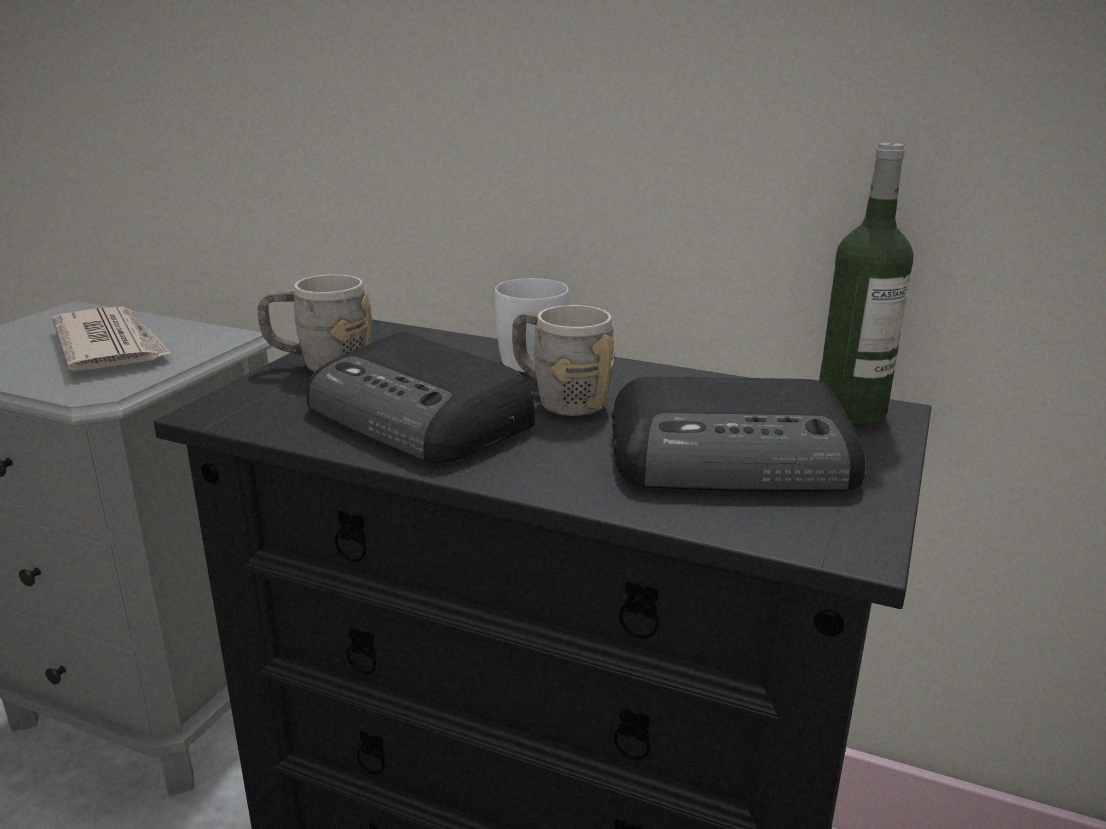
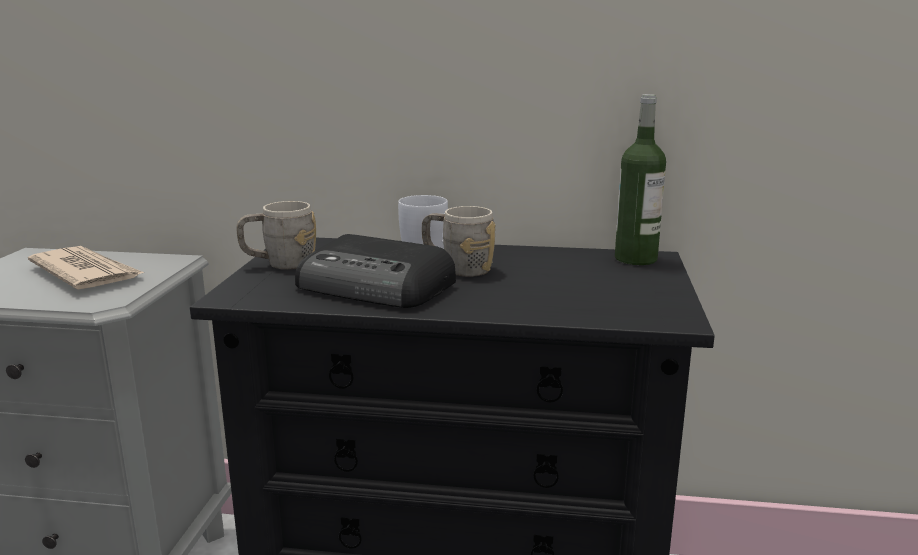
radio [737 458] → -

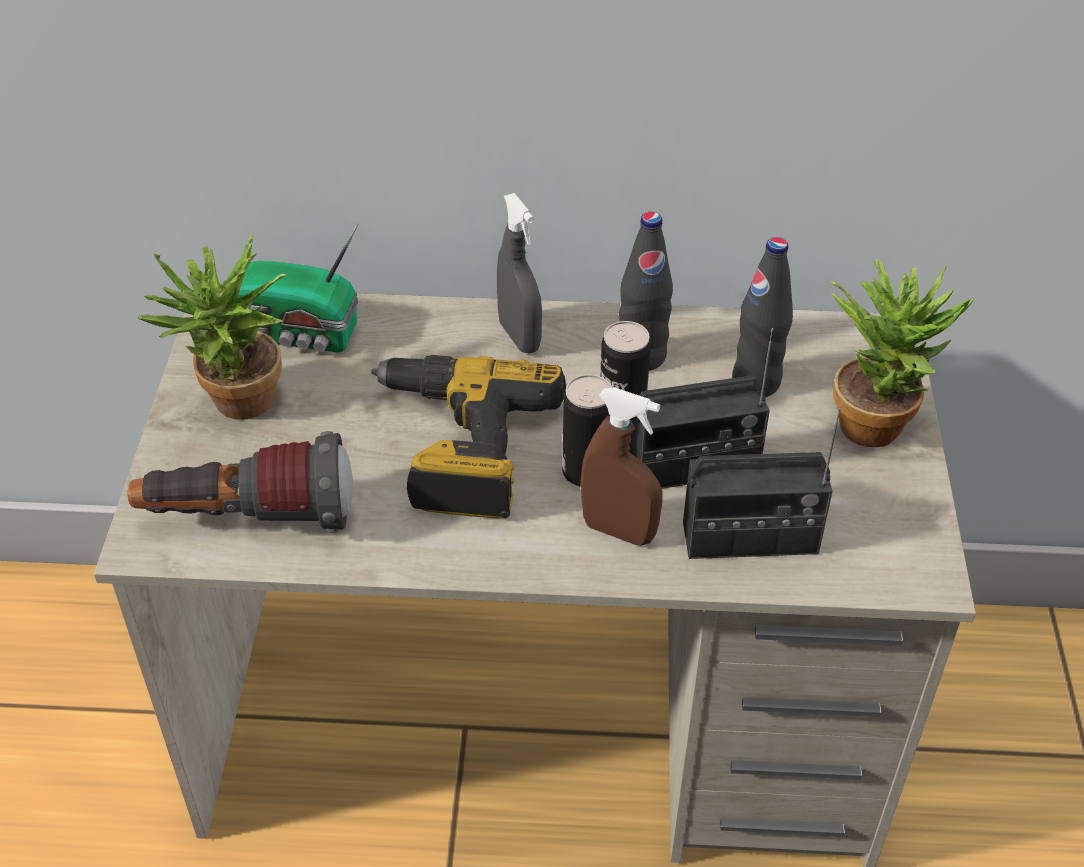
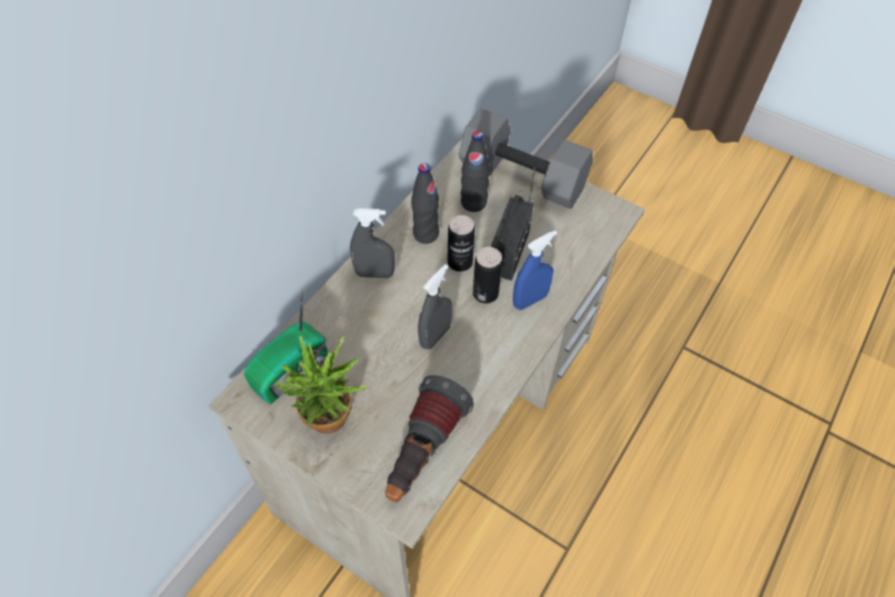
wiertarka [459 448] → spryskiwacz/szary [435 336]
spryskiwacz/brązowy [618 531] → spryskiwacz/niebieski [530 300]
radio [750 538] → -
roślina doniczkowa [877 419] → hantel/szary [524 177]

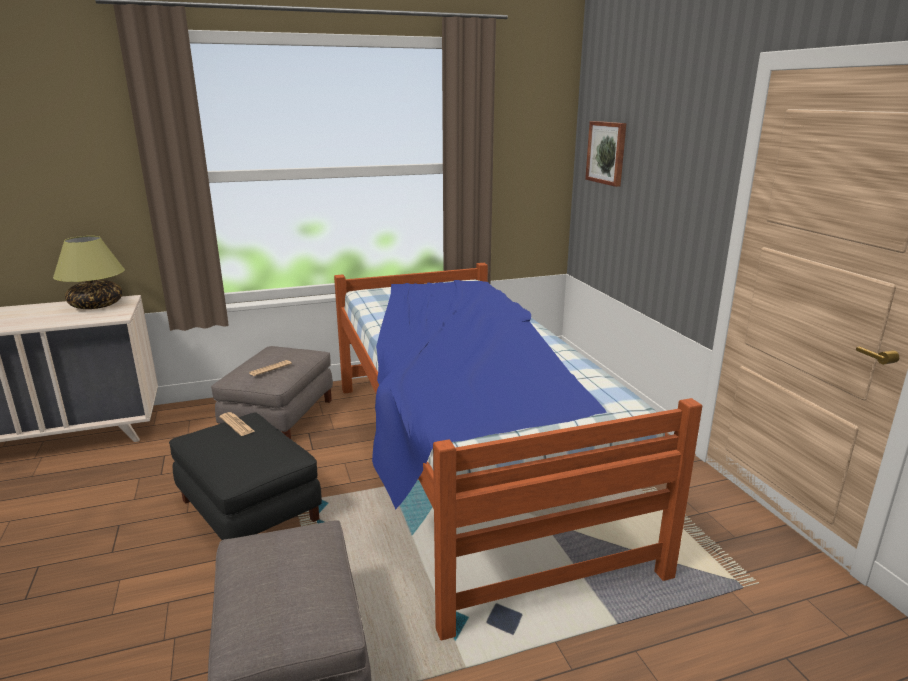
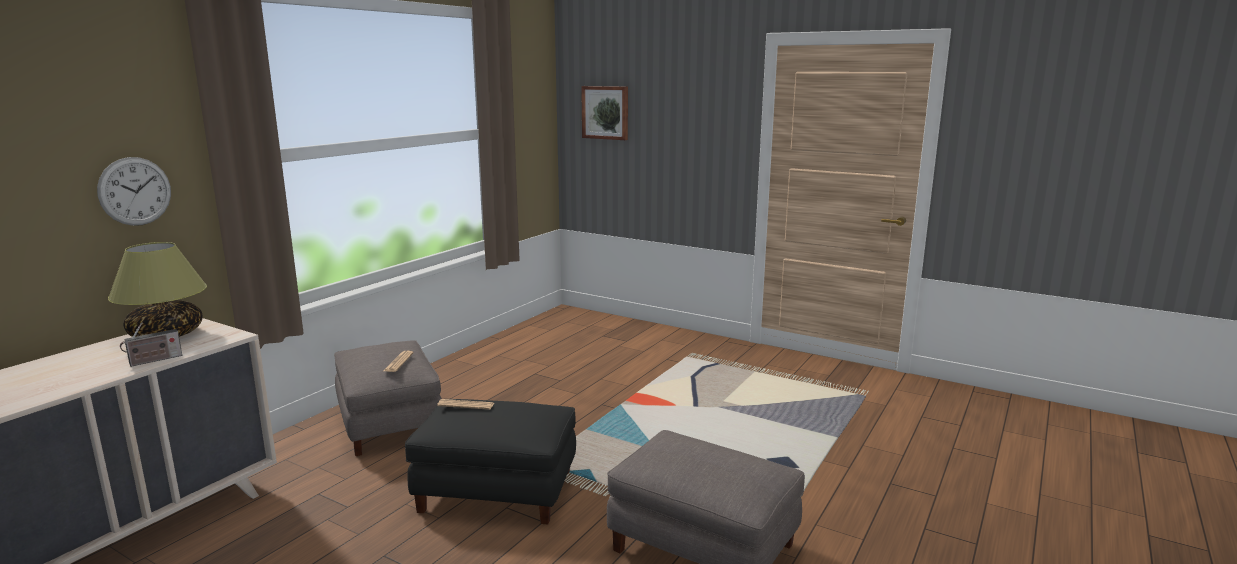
łóżko [466 462] → -
- → zegar ścienny [135 191]
- → radio [153 360]

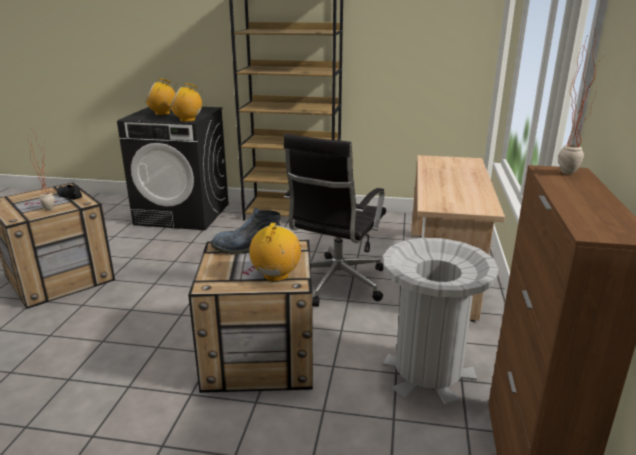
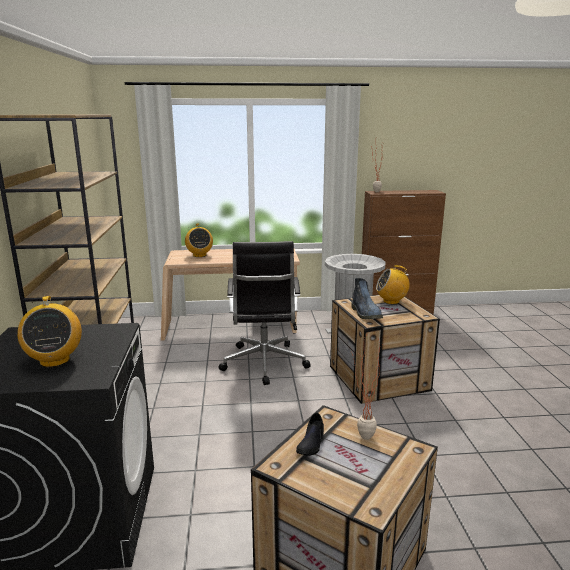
radio [188 120] → radio [199 255], shifted
krzesło biurowe/czarny [335 283] → krzesło biurowe/czarny [264 364], 75 degrees clockwise

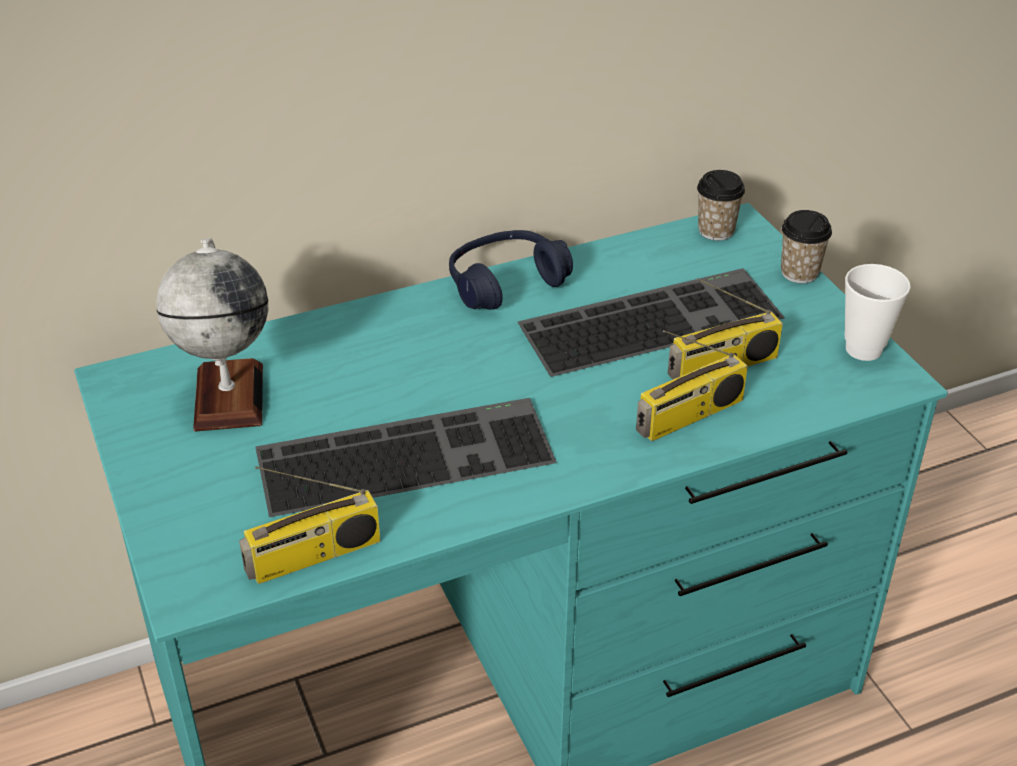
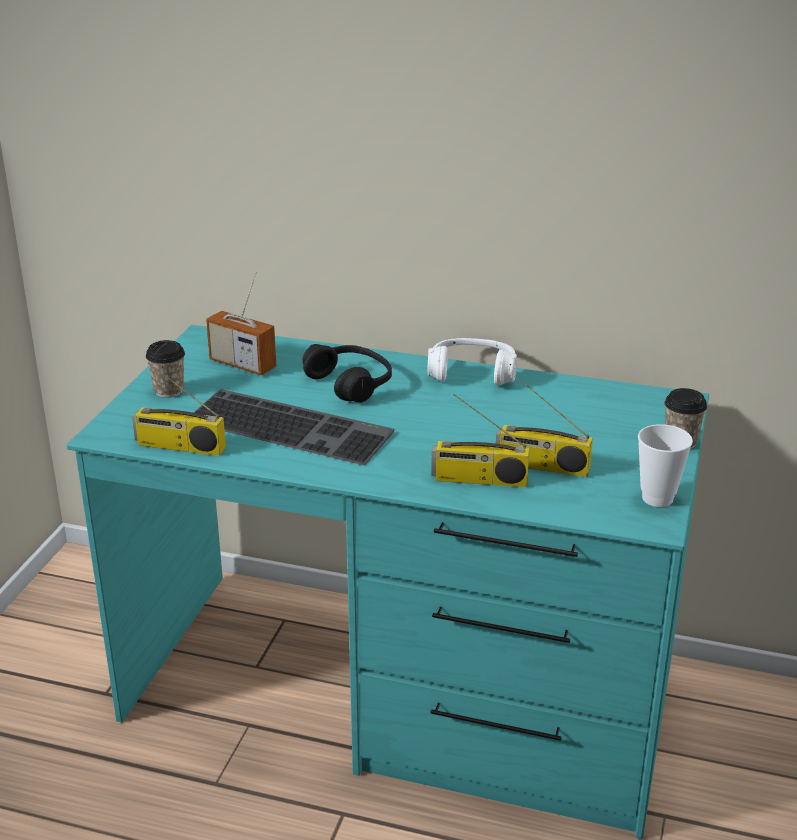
globus [228 396] → radio [242 364]
słuchawki/niebieski [506 283] → słuchawki/biały [472 373]
klawiatura [652 319] → -
filiżanka [716 231] → filiżanka [169 391], shifted
- → słuchawki/czarny [350 384]

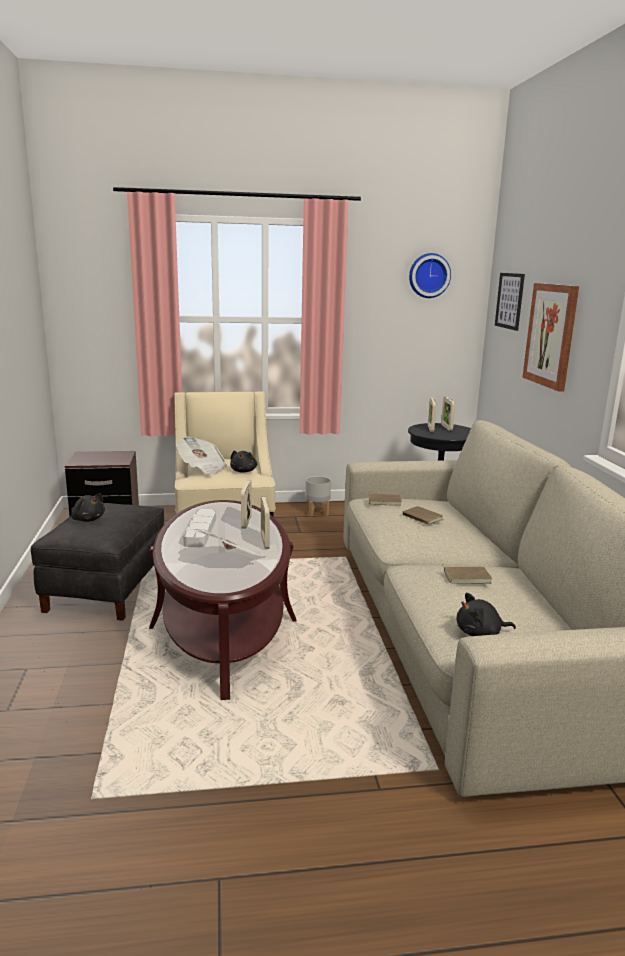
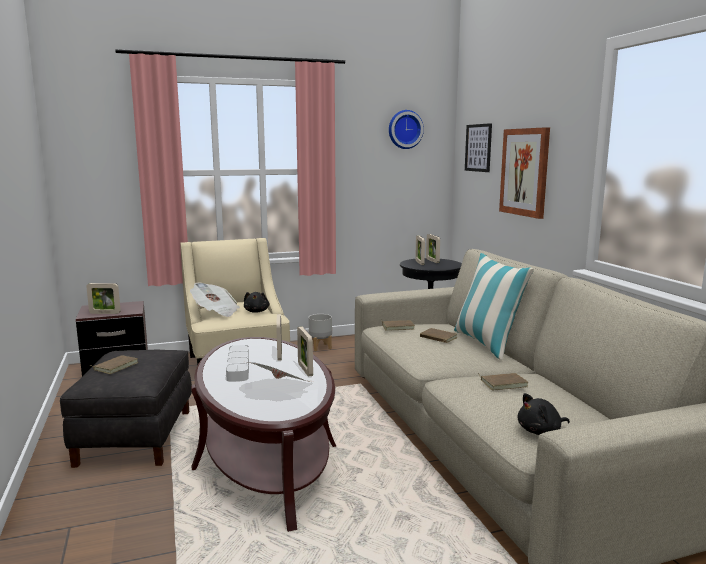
pluszak/czarny [88 519] → książka/brązowy [115 366]
- → ramka na zdjęcie [105 313]
- → poduszka [487 343]

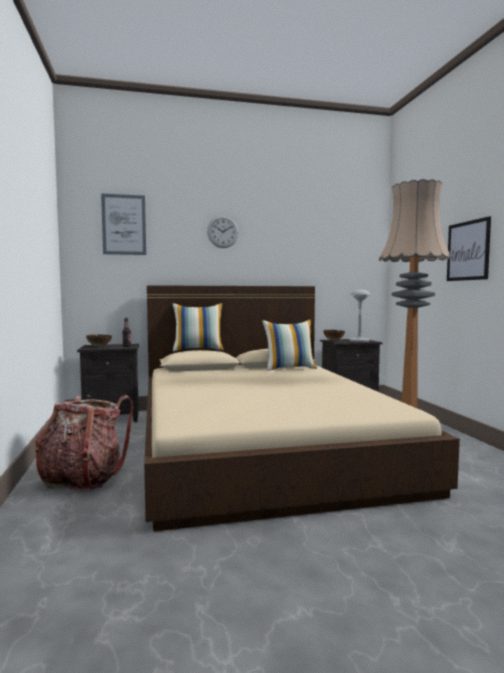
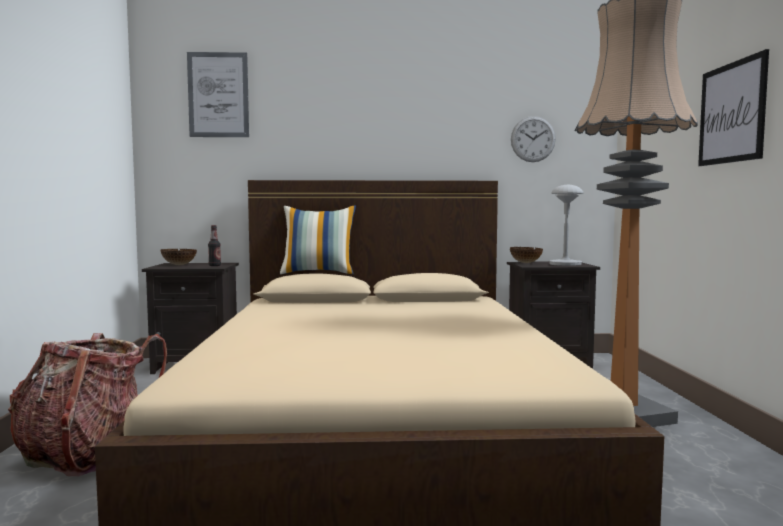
zegar ścienny [223 232] → zegar ścienny [533 139], shifted
poduszka [289 368] → -

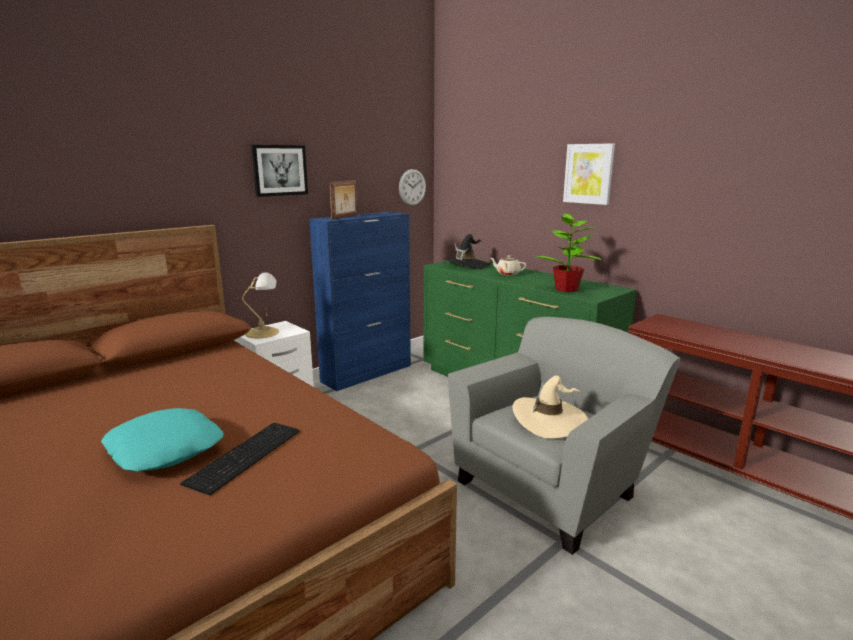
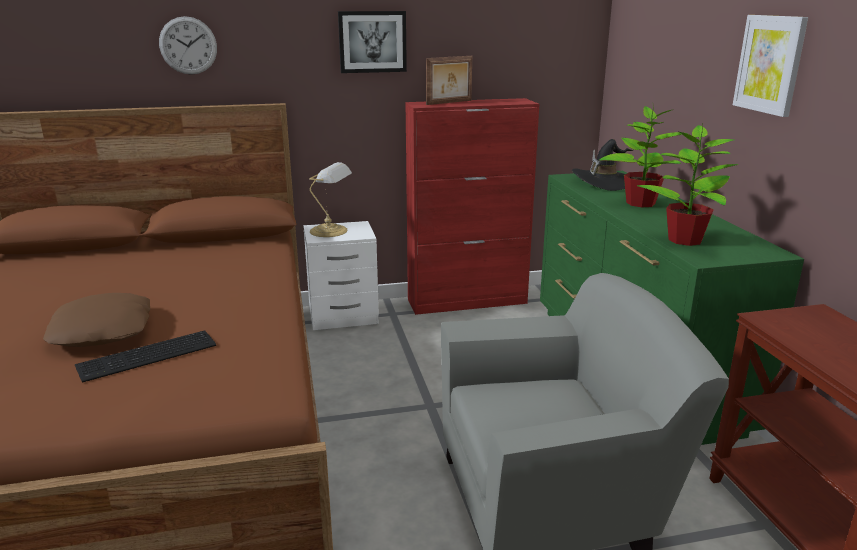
poduszka/turkusowy [166 448] → poduszka/brązowy [103 330]
szafka/niebieski [367 373] → szafka/czerwony [468 301]
zegar ścienny [412 187] → zegar ścienny [188 45], shifted
imbryk/beżowy [507 274] → roślina doniczkowa [640 203]
kapelusz/beżowy [550 420] → -

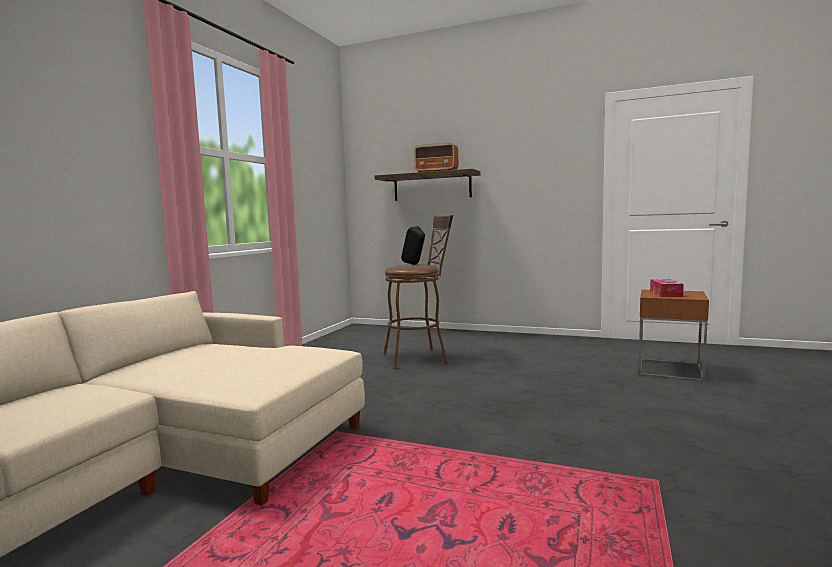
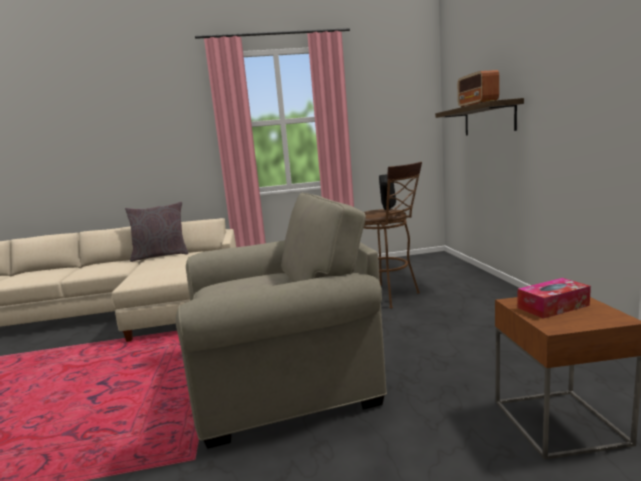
- → poduszka/szary [161 256]
- → fotel/beżowy [282 378]

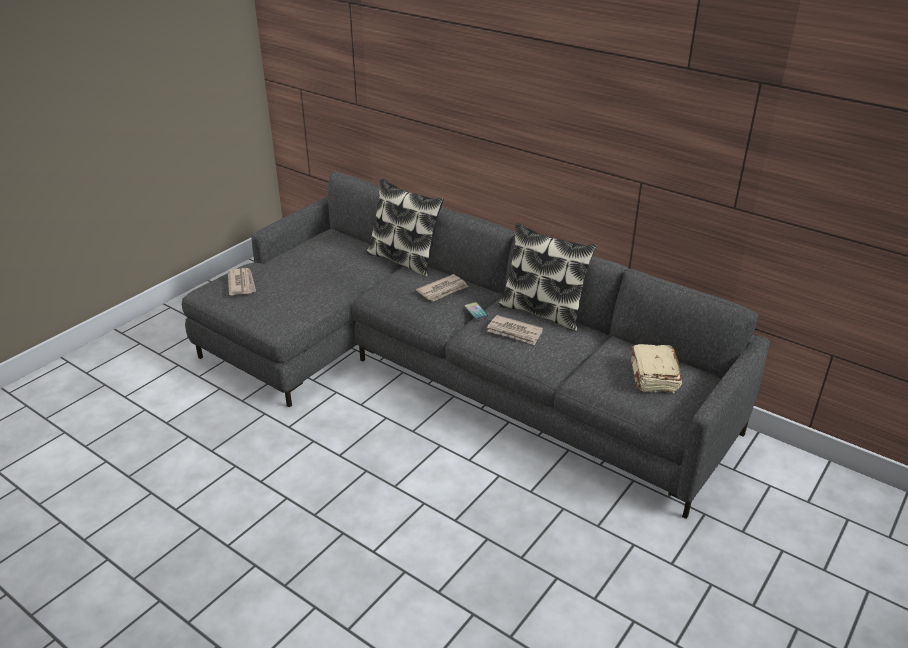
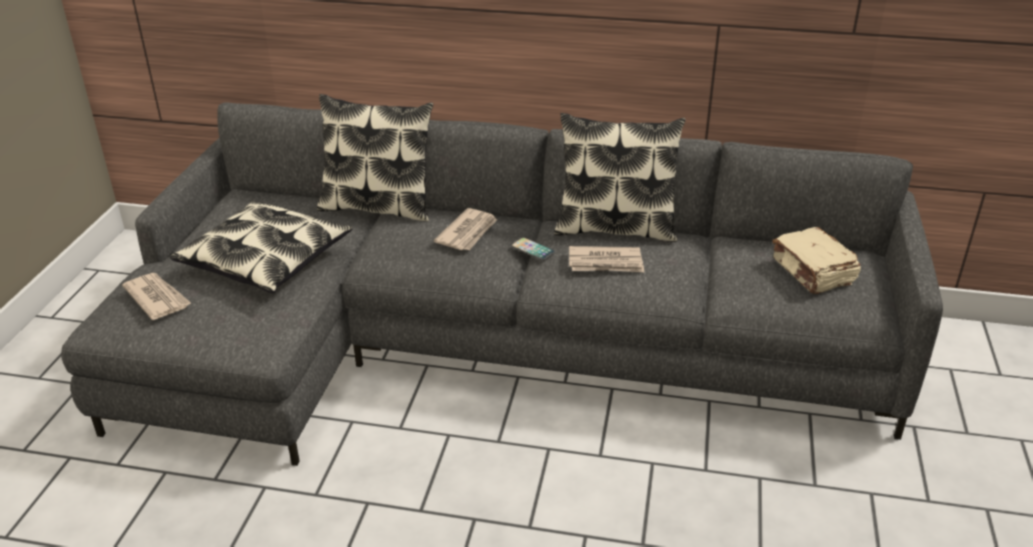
- → poduszka [266 259]

